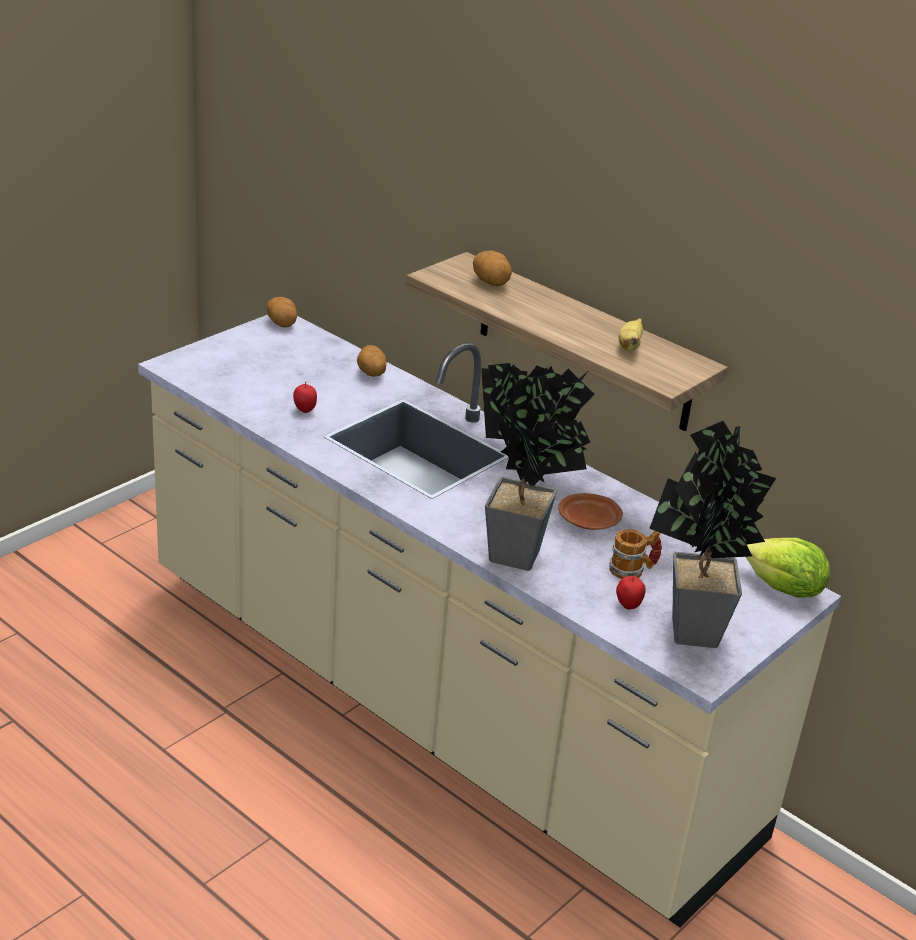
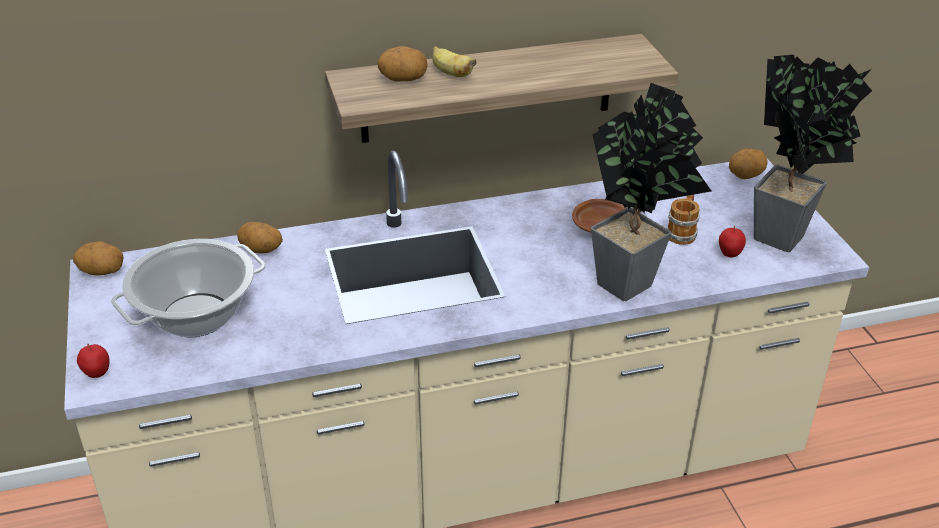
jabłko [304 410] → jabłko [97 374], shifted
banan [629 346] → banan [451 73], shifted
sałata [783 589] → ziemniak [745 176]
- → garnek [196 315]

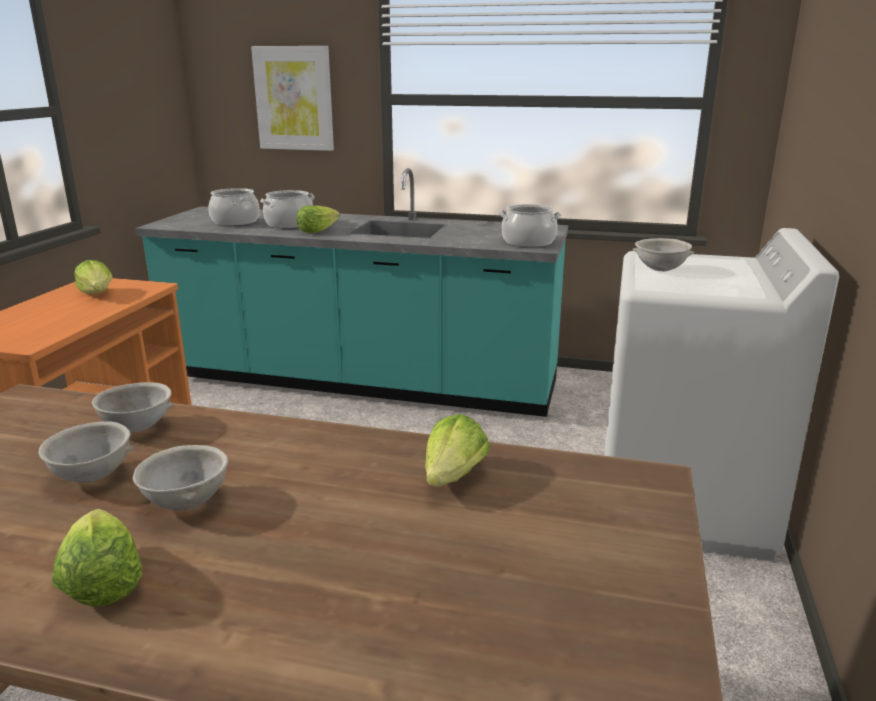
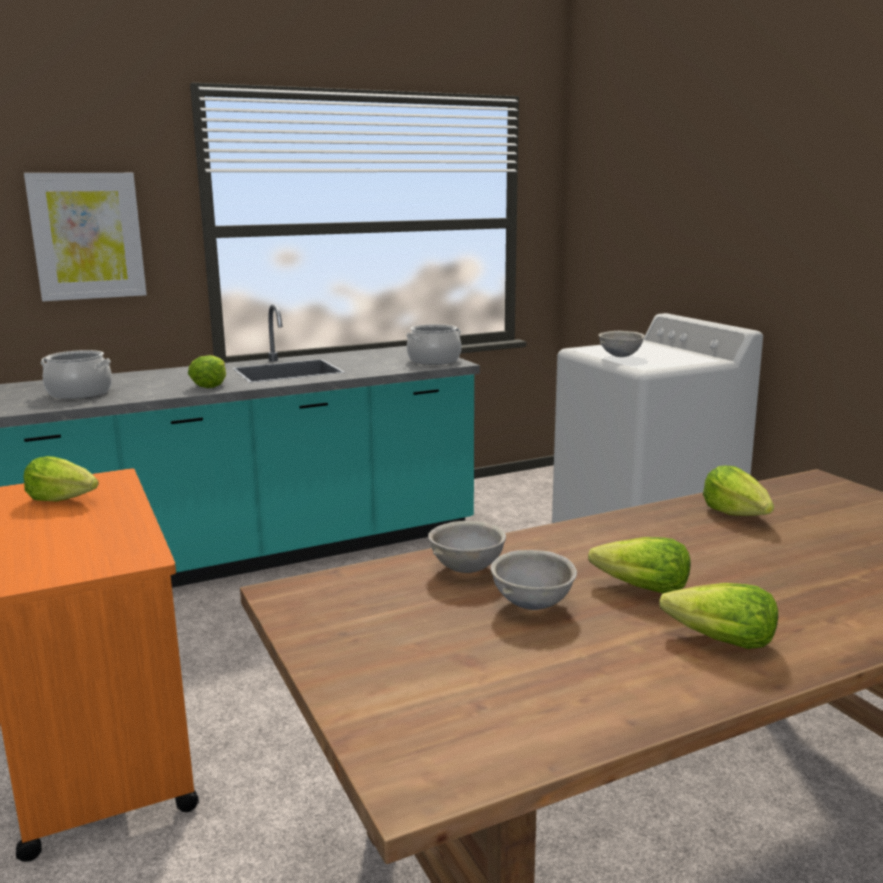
miska/szary [185 503] → sałata [641 589]
garnek [289 224] → -

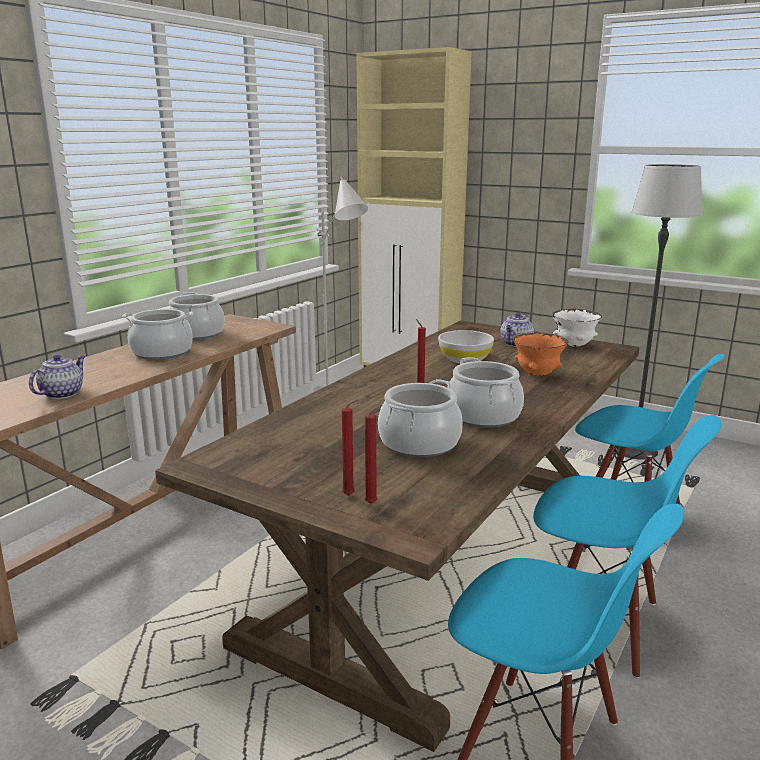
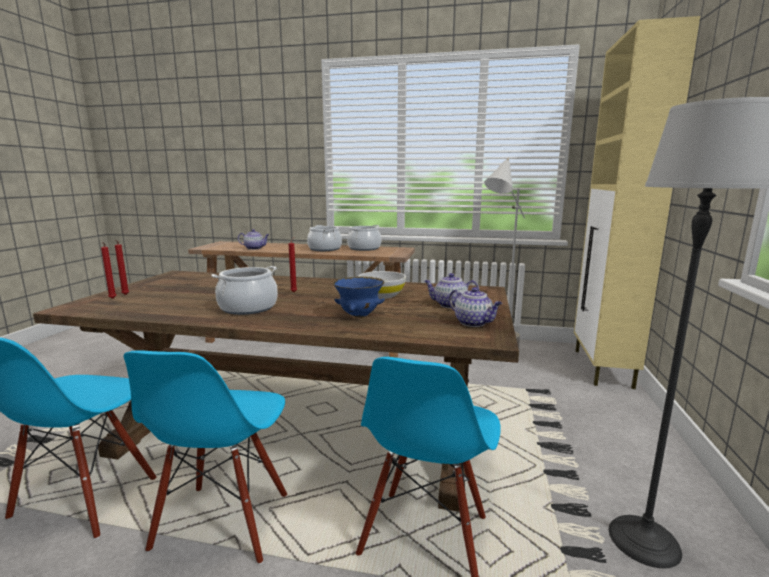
garnek [420 443] → -
miska/pomarańczowy [537 374] → miska/niebieski [359 315]
miska/biały [573 346] → imbryk [474 323]

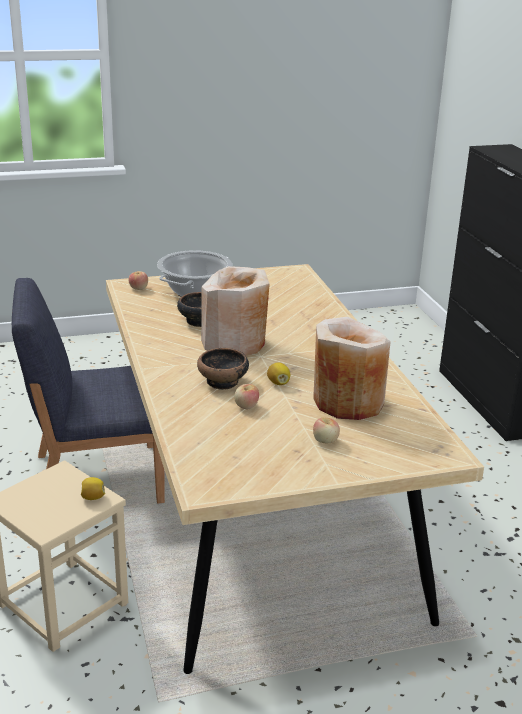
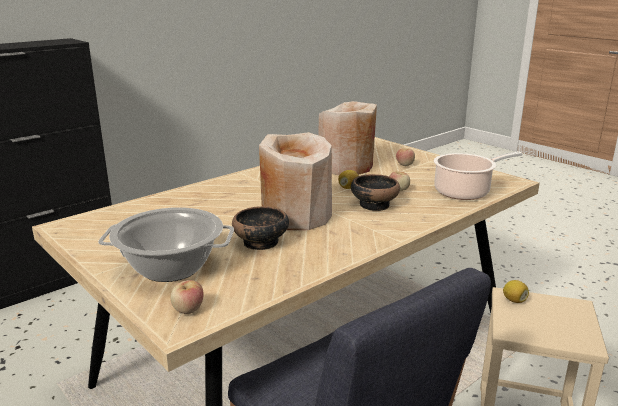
- → garnek [465 192]

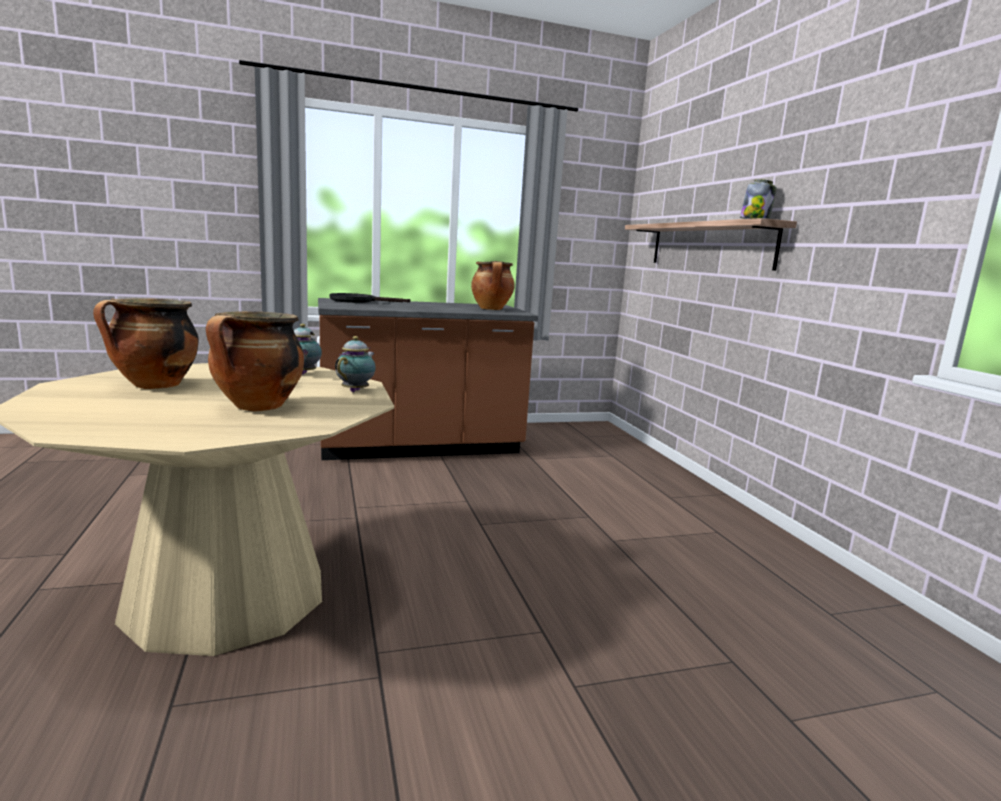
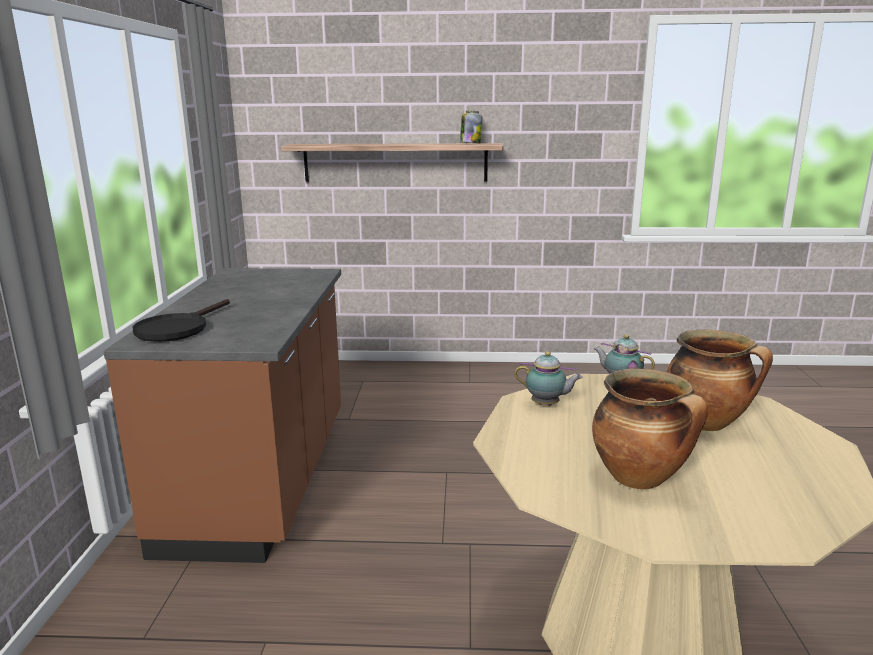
garnek [492 309] → -

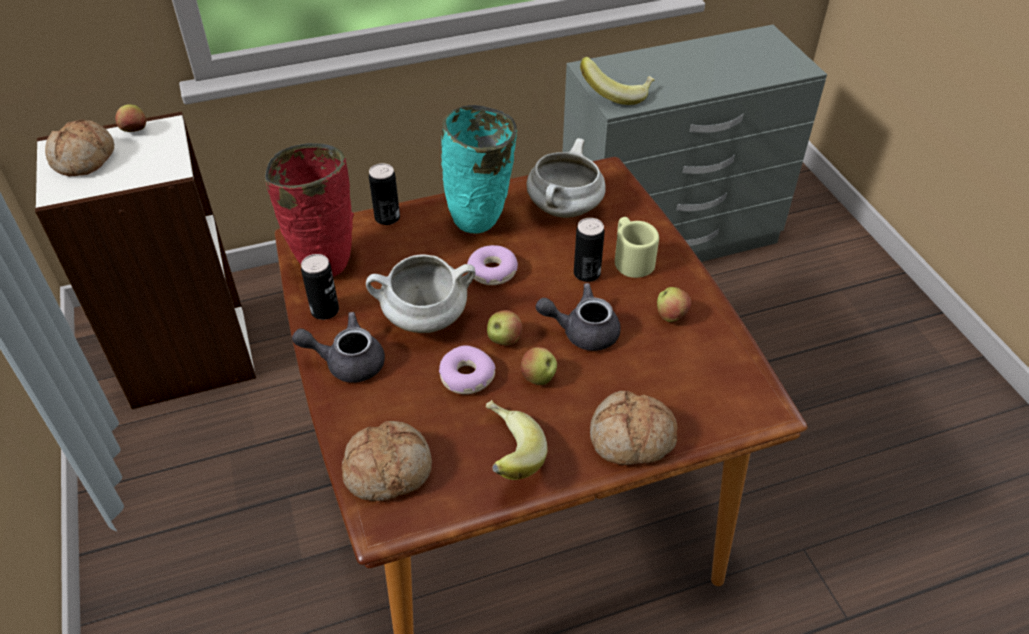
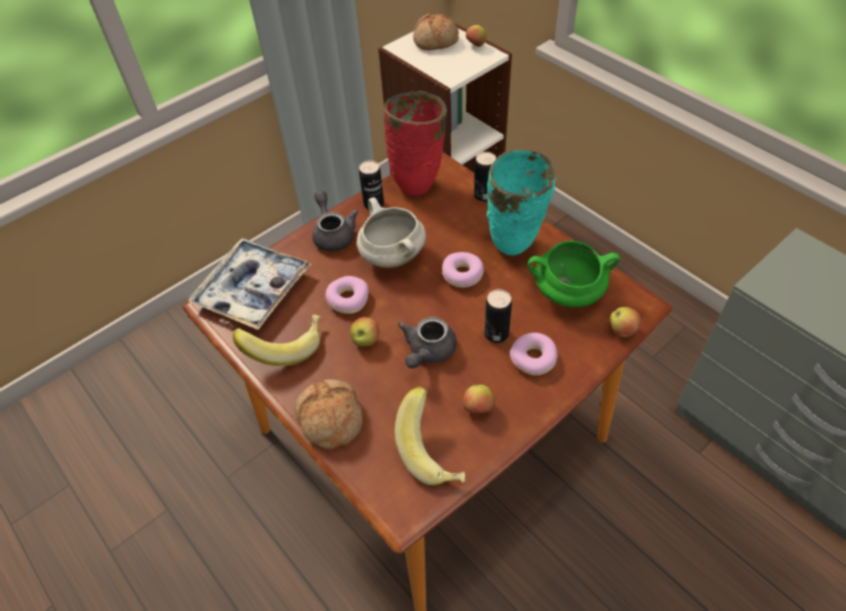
chleb [388 468] → taca [253 290]
jabłko [504 340] → jabłko [622 330], shifted
garnek/biały [565 209] → garnek/zielony [567 293]
imbryk/szary [582 331] → imbryk/szary [427 352], 135 degrees counterclockwise
banan [617 94] → banan [434 450], shifted
kubek/beżowy [631 259] → donut [533 358]

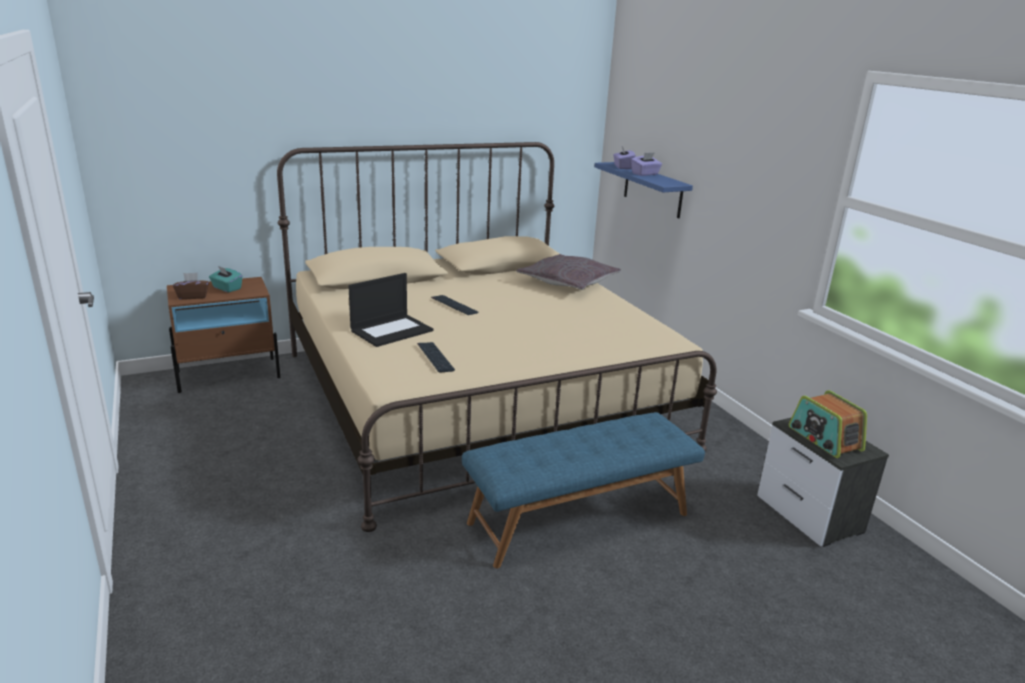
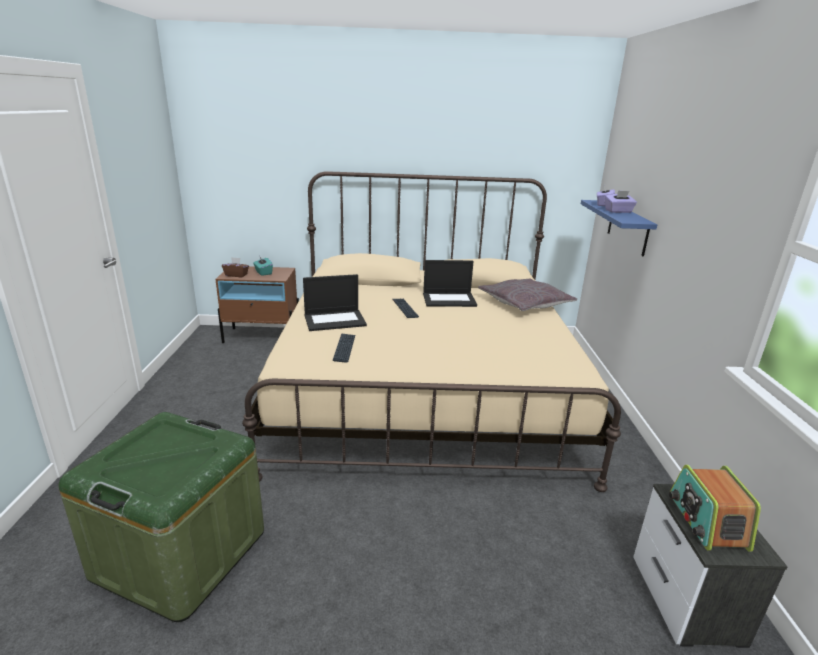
ławka/niebieski [578 517] → -
- → pojemnik do przechowywania/zielony [181 553]
- → laptop [449 299]

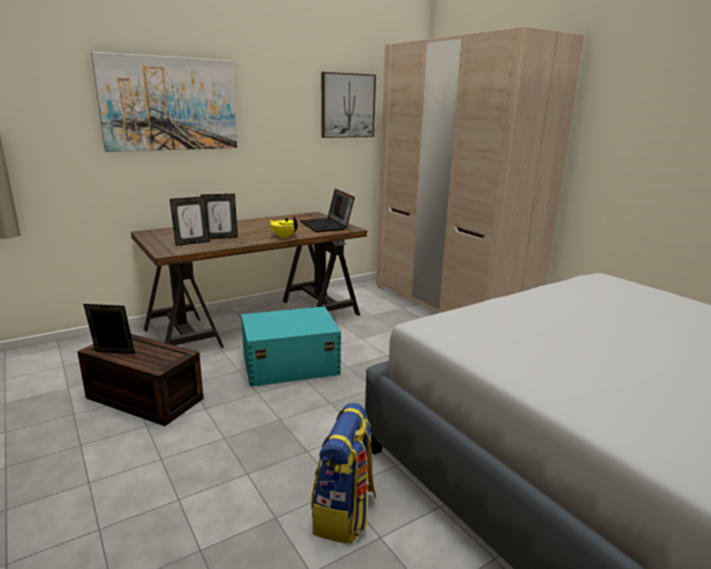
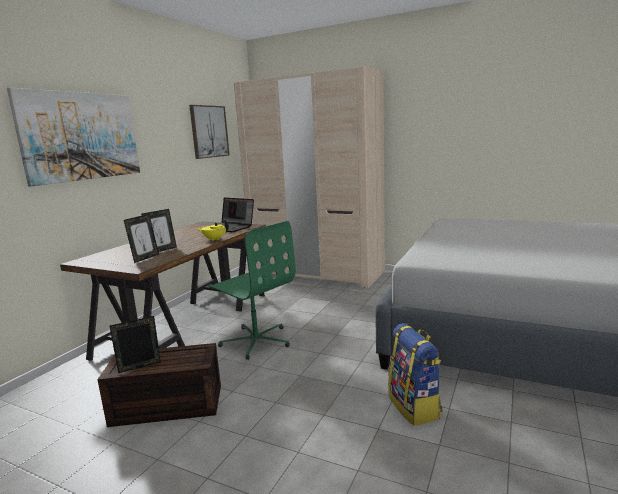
pojemnik do przechowywania/turkusowy [289 364] → krzesło biurowe/zielony [256 341]

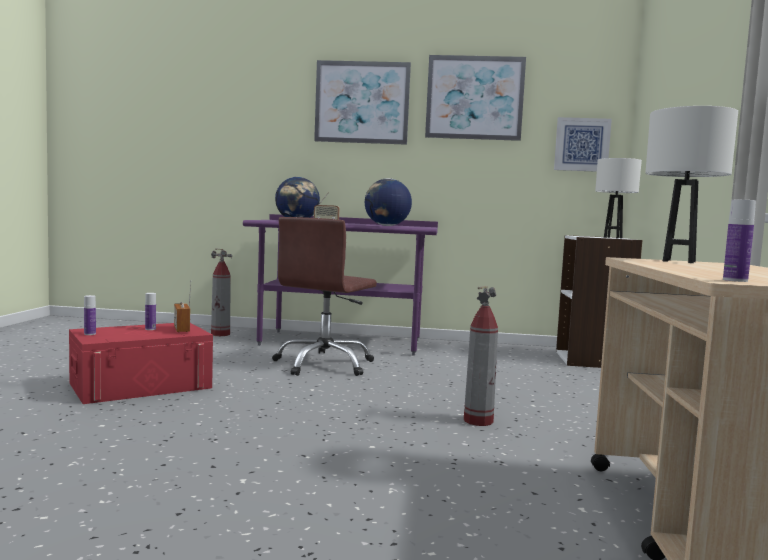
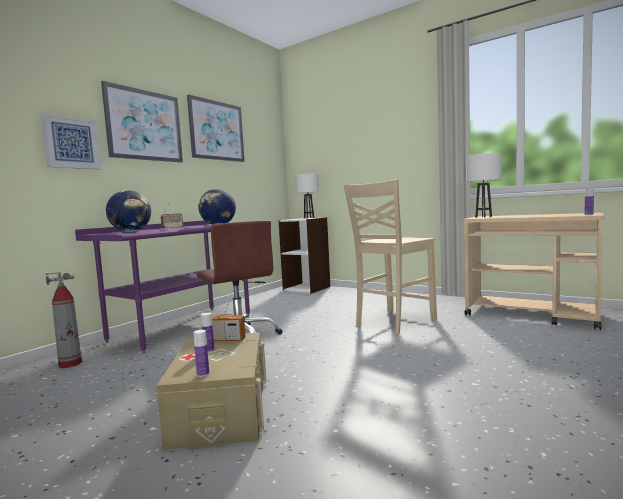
pojemnik do przechowywania/czerwony [141 385] → pojemnik do przechowywania/beżowy [220 409]
gaśnica [478 421] → krzesło/beżowy [393 322]
obraz [582 144] → obraz [71 142], shifted

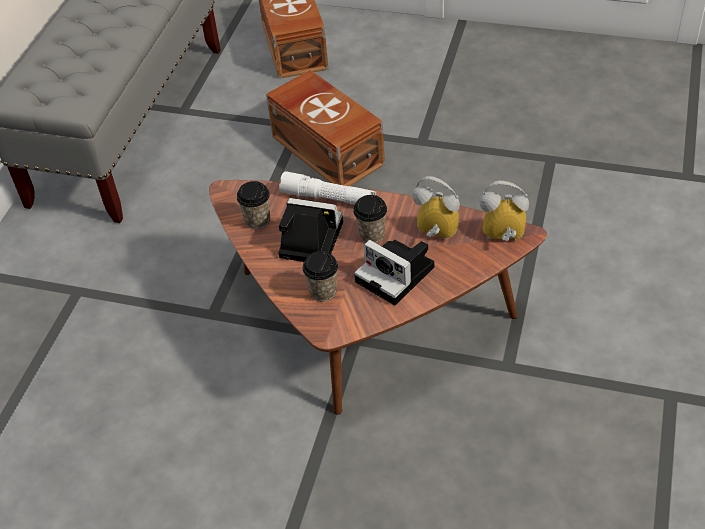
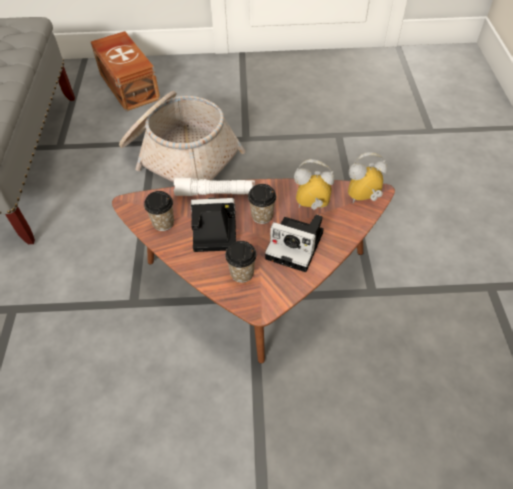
pojemnik do przechowywania/brązowy [327 149] → koszyk [180 155]

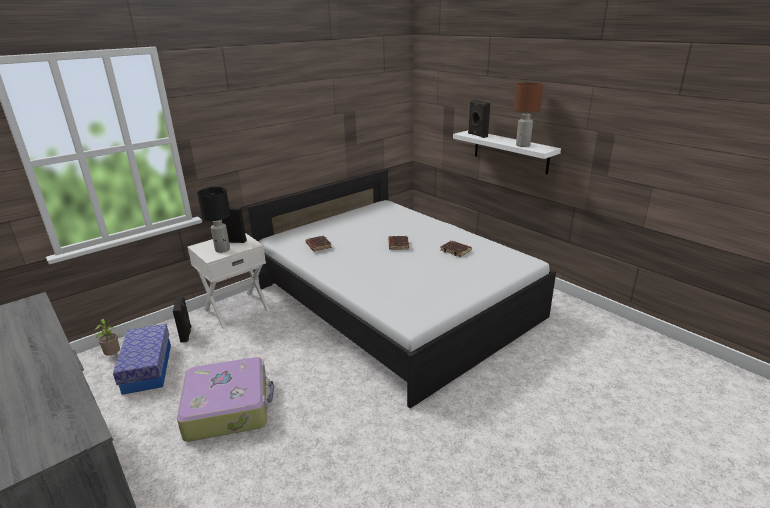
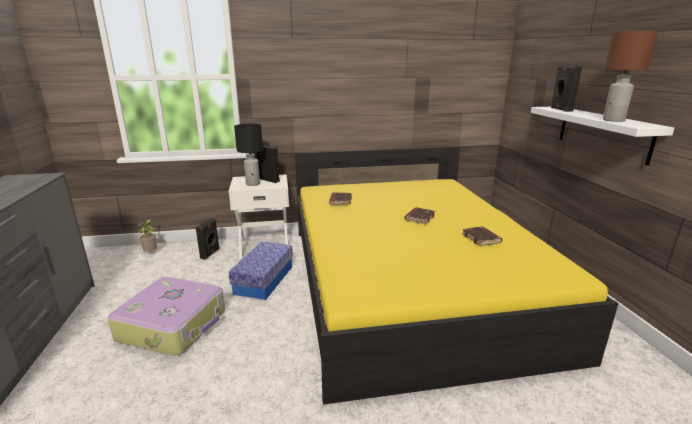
pojemnik do przechowywania [147 368] → pojemnik do przechowywania [264 280], shifted
łóżko/biały [395 302] → łóżko/żółty [408 283]

